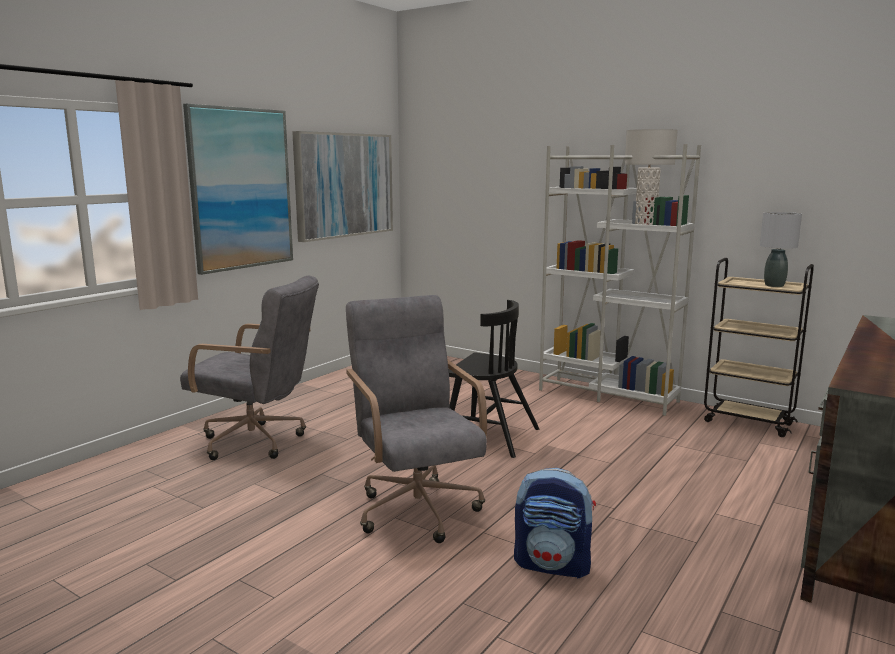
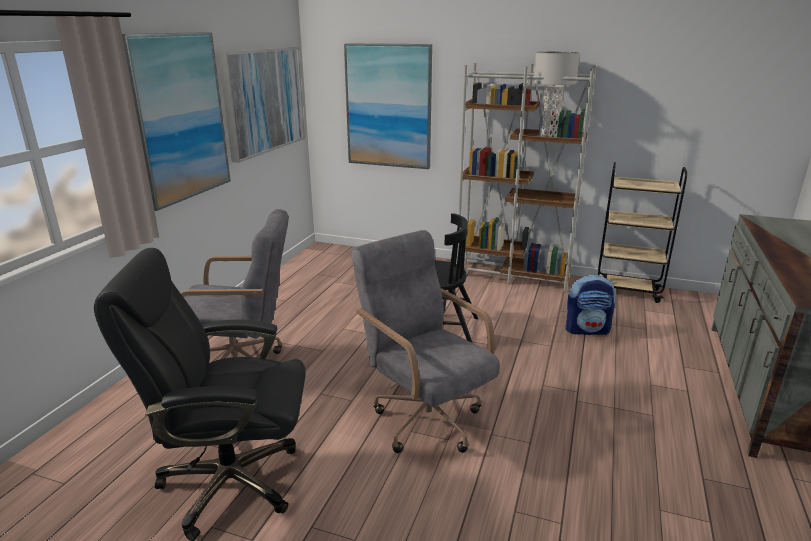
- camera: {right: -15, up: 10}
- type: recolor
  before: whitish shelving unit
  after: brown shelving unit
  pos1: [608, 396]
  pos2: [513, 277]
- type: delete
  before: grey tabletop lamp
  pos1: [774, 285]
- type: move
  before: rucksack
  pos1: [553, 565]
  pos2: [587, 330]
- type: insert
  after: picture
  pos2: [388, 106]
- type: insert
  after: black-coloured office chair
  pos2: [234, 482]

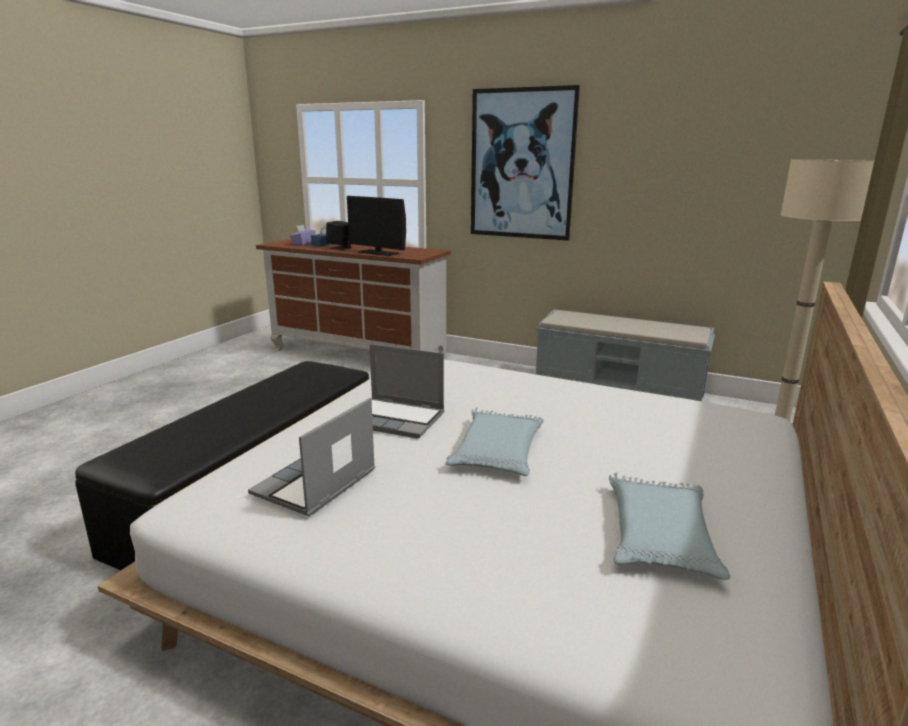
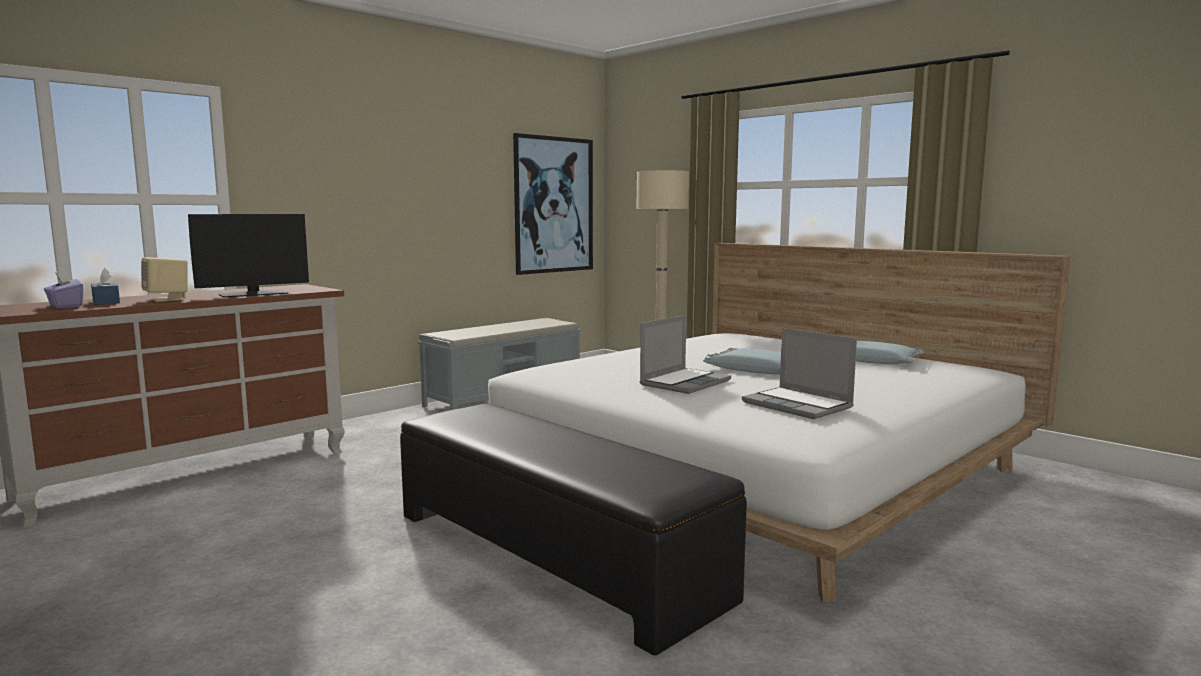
- camera: {right: -70, up: -10}
- type: move
  before: picture
  pos1: [522, 165]
  pos2: [554, 205]
- type: recolor
  before: black-coloured audio speaker
  after: beige-coloured audio speaker
  pos1: [341, 248]
  pos2: [167, 299]

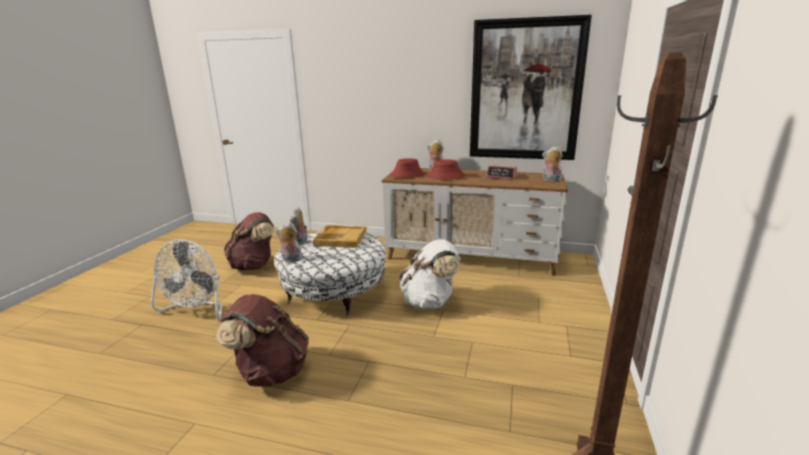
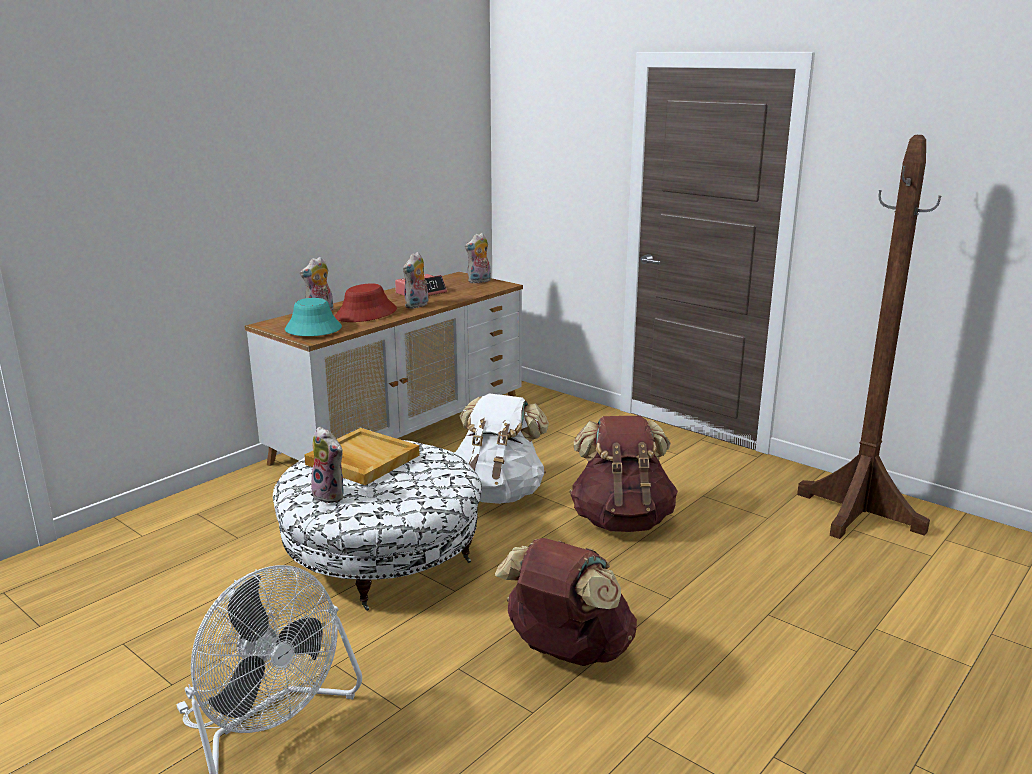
- camera: {right: -65, up: 0}
- type: delete
  before: picture
  pos1: [525, 91]
- type: recolor
  before: red-coloured wearable hat
  after: turquoise wearable hat
  pos1: [407, 175]
  pos2: [313, 329]
- type: move
  before: brown rucksack
  pos1: [254, 266]
  pos2: [621, 520]
- type: move
  before: cuddly toy
  pos1: [291, 260]
  pos2: [417, 306]

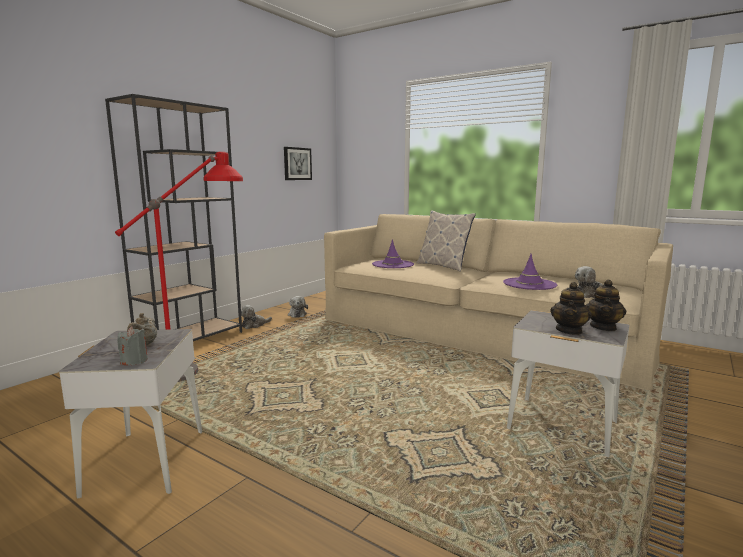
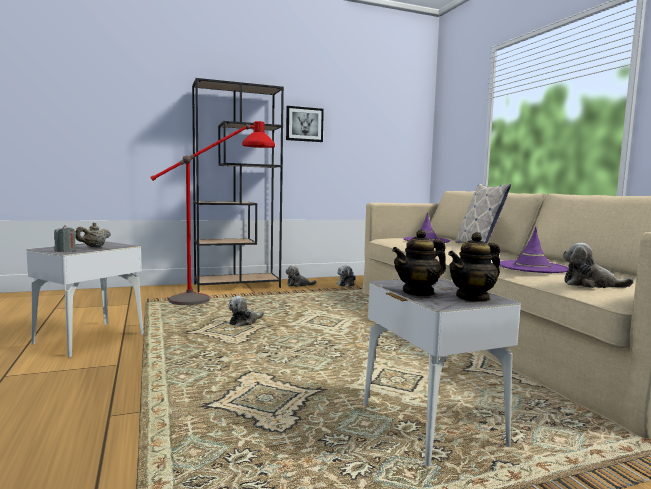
- camera: {right: 35, up: -5}
- type: move
  before: picture
  pos1: [297, 164]
  pos2: [304, 124]
- type: insert
  after: cuddly toy
  pos2: [244, 322]

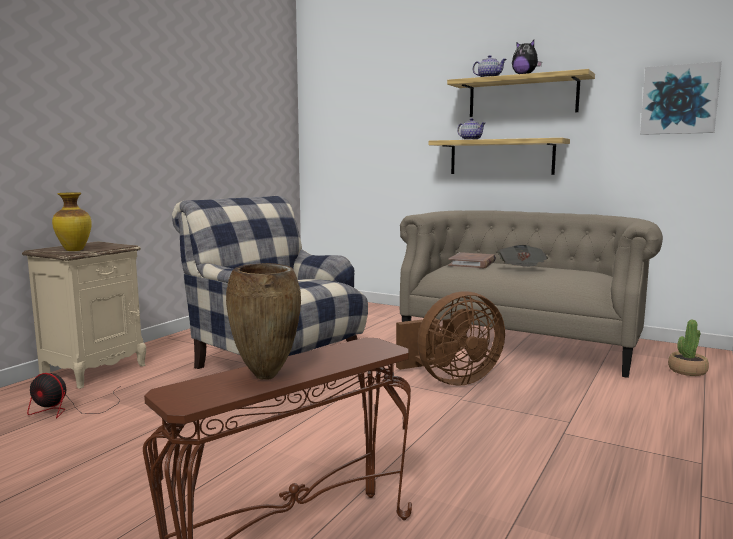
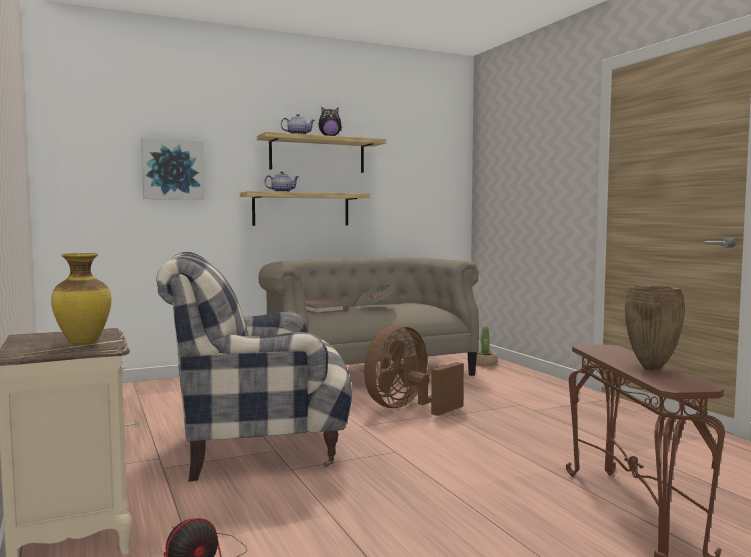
- camera: {right: -55, up: -5}
- type: move
  before: picture
  pos1: [679, 99]
  pos2: [173, 169]
- type: rotate
  before: brown electric fan
  pos1: [451, 380]
  pos2: [407, 408]
  turn: -150

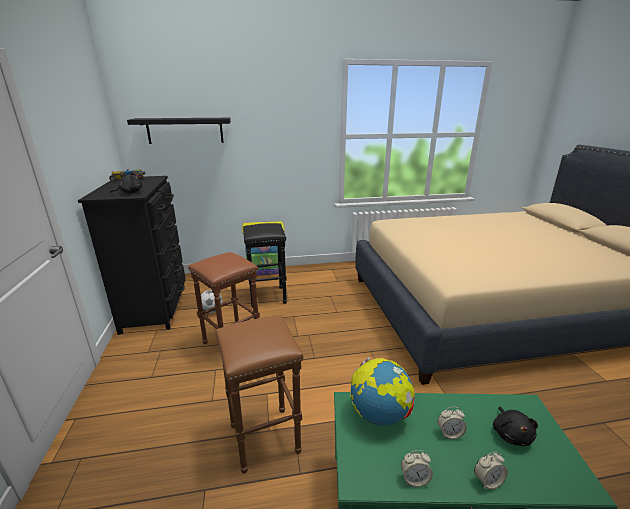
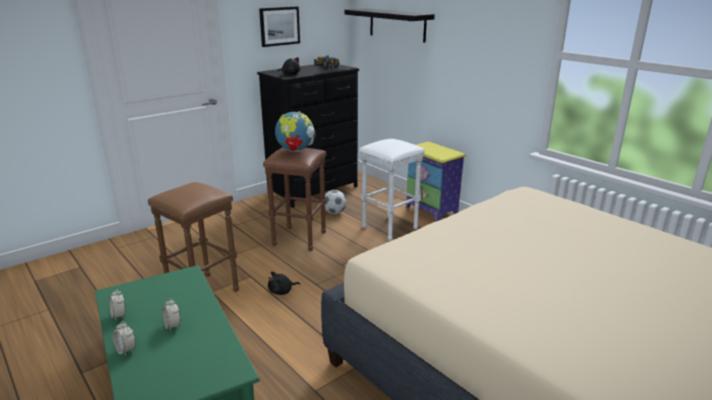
- camera: {right: 60, up: 0}
- type: recolor
  before: black-coloured stool
  after: whitish stool
  pos1: [266, 296]
  pos2: [389, 227]
- type: move
  before: world globe
  pos1: [379, 414]
  pos2: [295, 151]
- type: move
  before: black-coloured cuddly toy
  pos1: [511, 434]
  pos2: [282, 291]
- type: insert
  after: picture
  pos2: [279, 26]

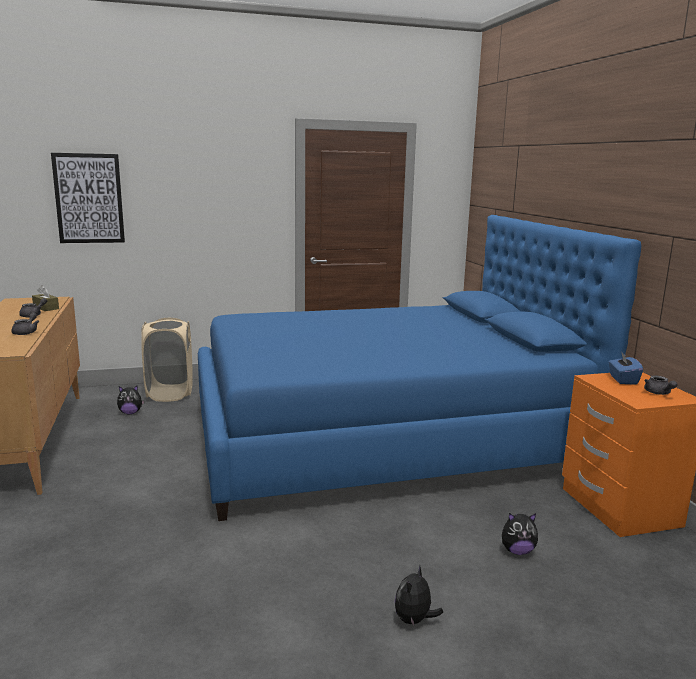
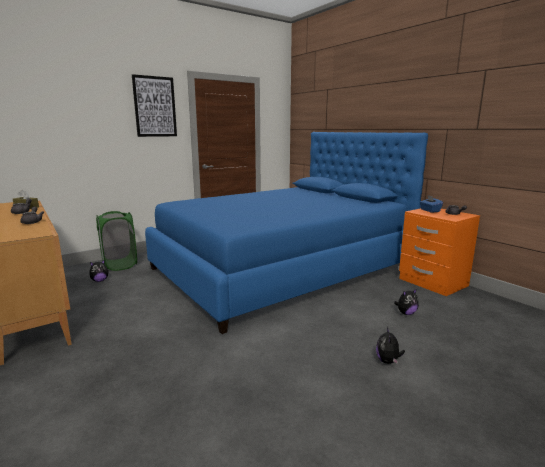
- camera: {right: -20, up: 0}
- type: move
  before: picture
  pos1: [89, 198]
  pos2: [155, 106]
- type: recolor
  before: beige-coloured laundry basket
  after: greenish laundry basket
  pos1: [170, 393]
  pos2: [119, 264]

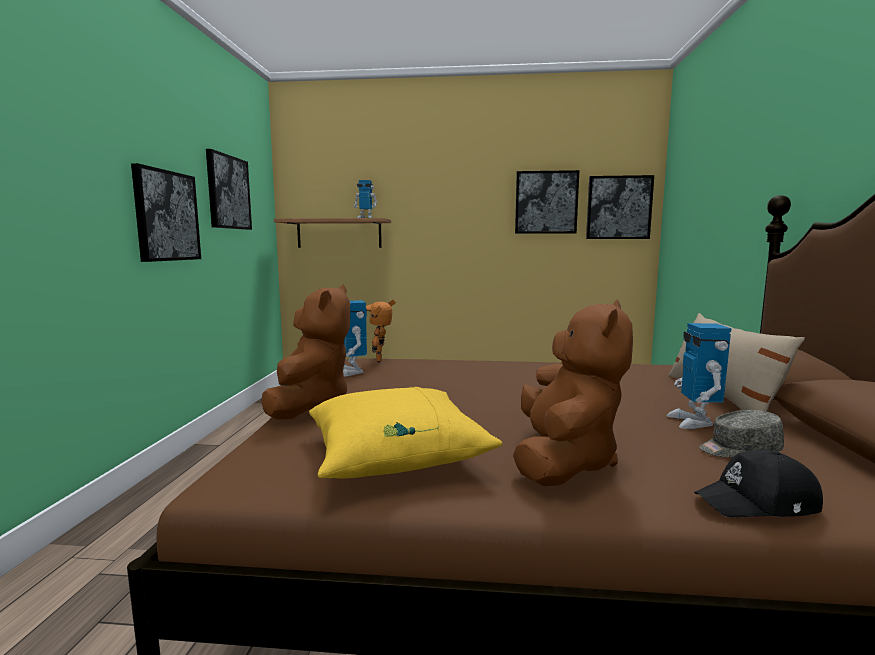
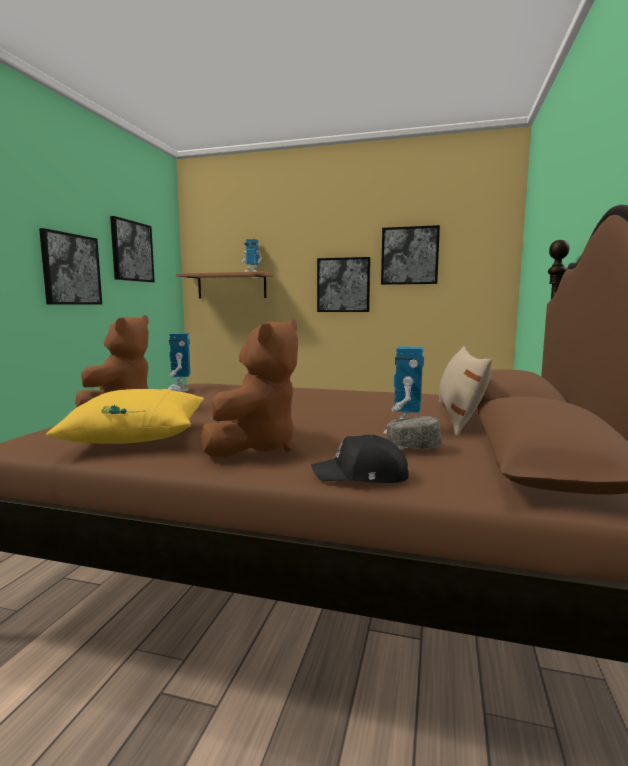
- camera: {right: 10, up: 0}
- type: move
  before: picture
  pos1: [618, 207]
  pos2: [343, 285]
- type: delete
  before: robot figure
  pos1: [382, 360]

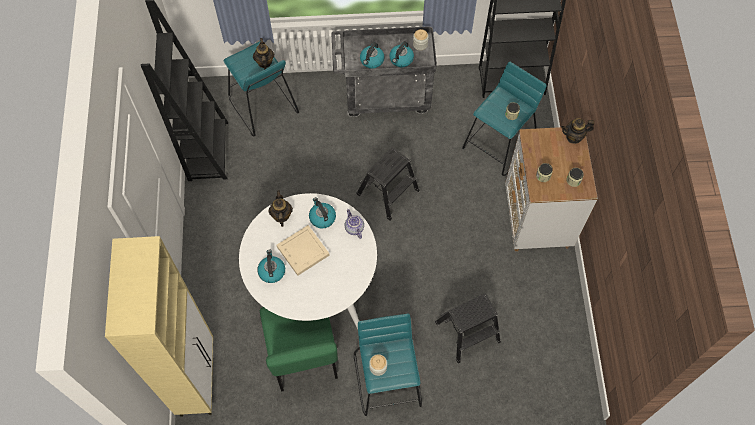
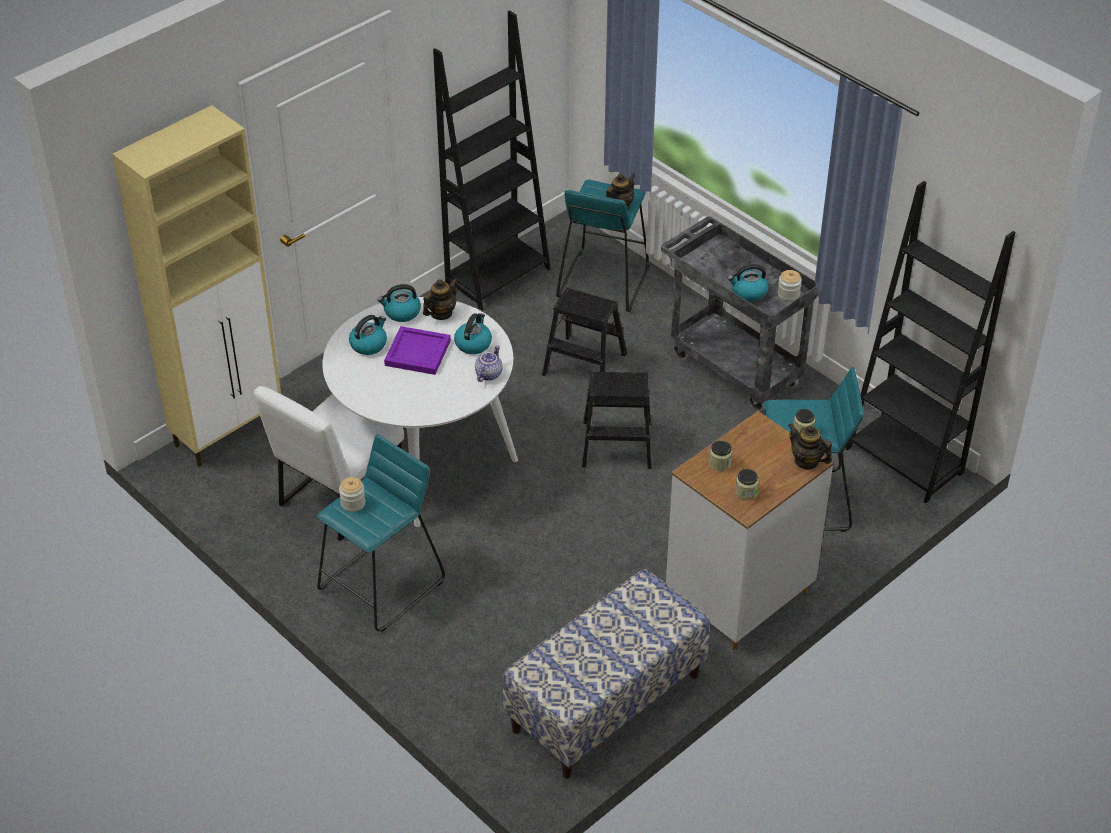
- camera: {right: 50, up: -20}
- type: move
  before: water kettle
  pos1: [372, 61]
  pos2: [401, 312]
- type: recolor
  before: beige-coloured serving tray
  after: purplish serving tray
  pos1: [303, 252]
  pos2: [416, 353]
- type: move
  before: black-coloured stepladder
  pos1: [467, 331]
  pos2: [585, 364]
- type: recolor
  before: greenish chair
  after: whitish chair
  pos1: [302, 355]
  pos2: [338, 496]
- type: insert
  after: bench
  pos2: [606, 703]

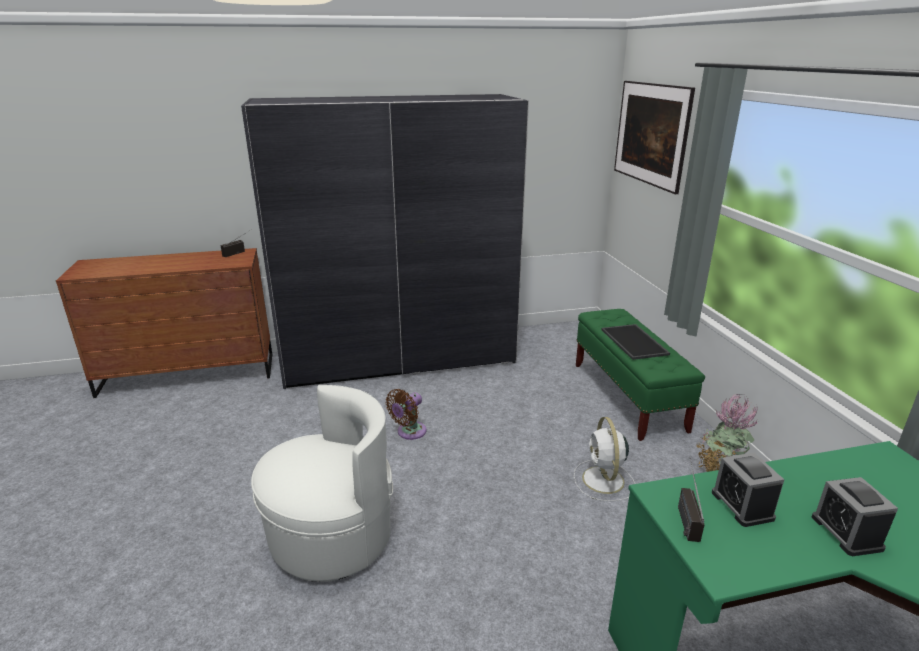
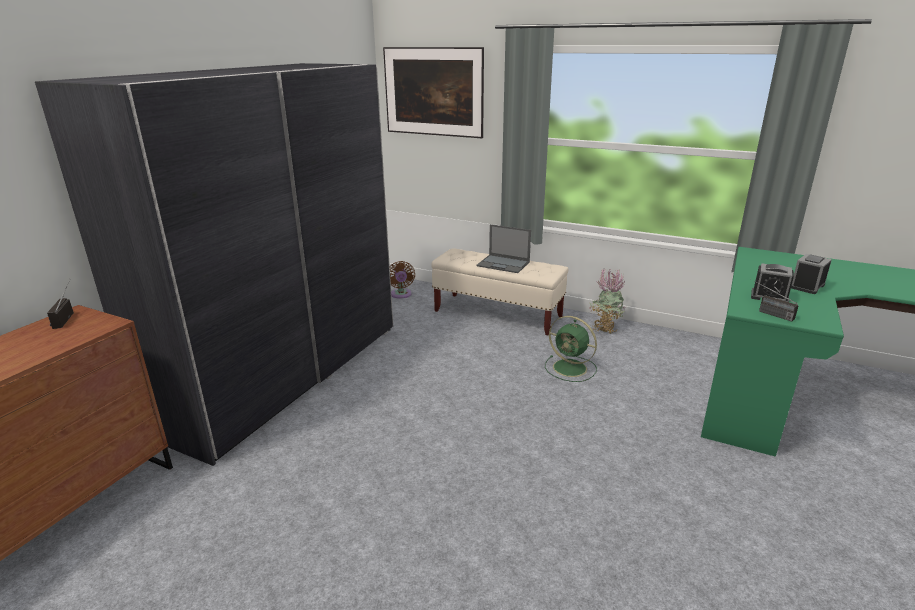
- camera: {right: -50, up: 0}
- type: recolor
  before: greenish bench
  after: beige-coloured bench
  pos1: [627, 397]
  pos2: [498, 314]
- type: replace
  before: serving tray
  after: portable computer
  pos1: [635, 342]
  pos2: [504, 264]
- type: delete
  before: whitish armchair
  pos1: [330, 536]
- type: move
  before: brown electric fan
  pos1: [409, 432]
  pos2: [401, 295]
- type: recolor
  before: whitish electric fan
  after: greenish electric fan
  pos1: [603, 481]
  pos2: [571, 368]
- type: rotate
  before: alarm clock
  pos1: [846, 533]
  pos2: [807, 286]
  turn: 105

